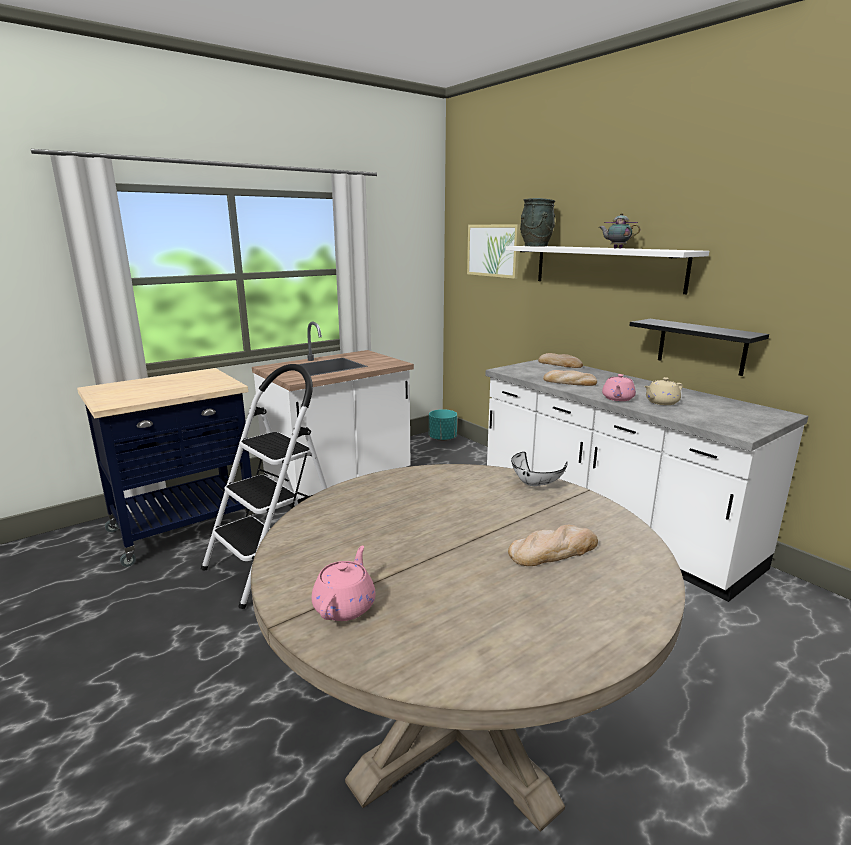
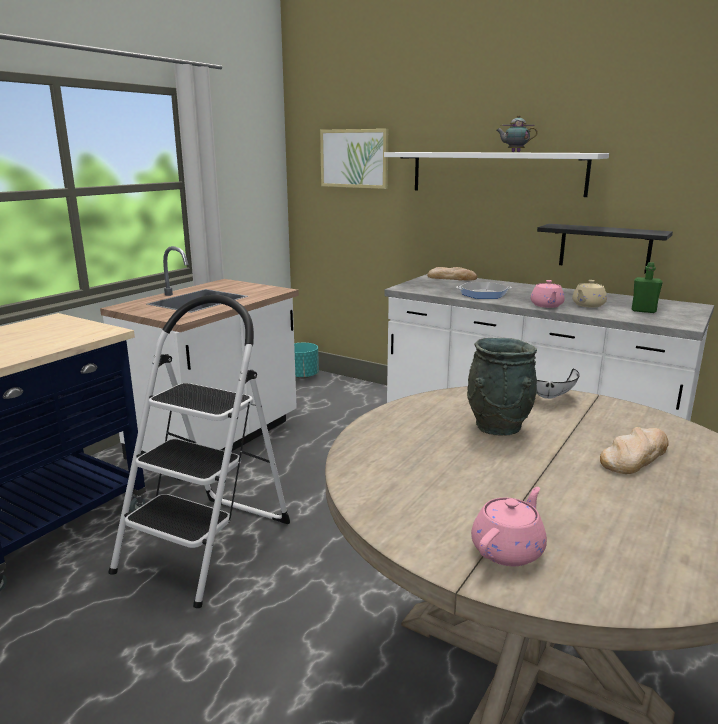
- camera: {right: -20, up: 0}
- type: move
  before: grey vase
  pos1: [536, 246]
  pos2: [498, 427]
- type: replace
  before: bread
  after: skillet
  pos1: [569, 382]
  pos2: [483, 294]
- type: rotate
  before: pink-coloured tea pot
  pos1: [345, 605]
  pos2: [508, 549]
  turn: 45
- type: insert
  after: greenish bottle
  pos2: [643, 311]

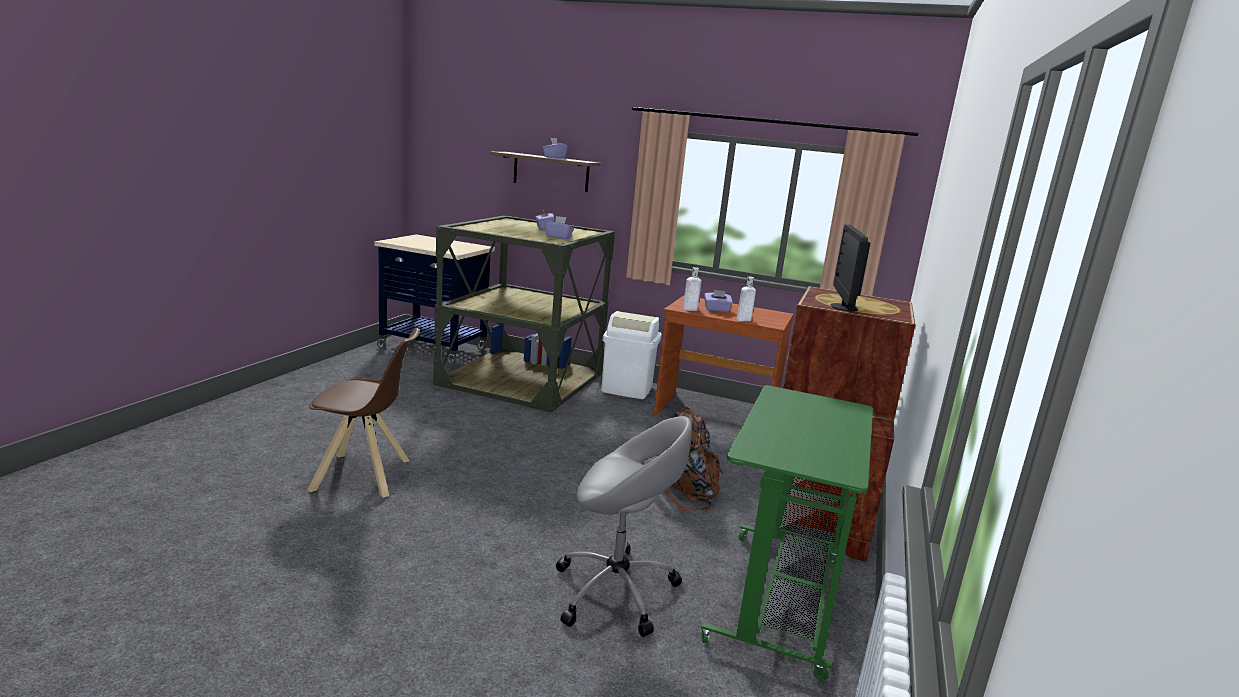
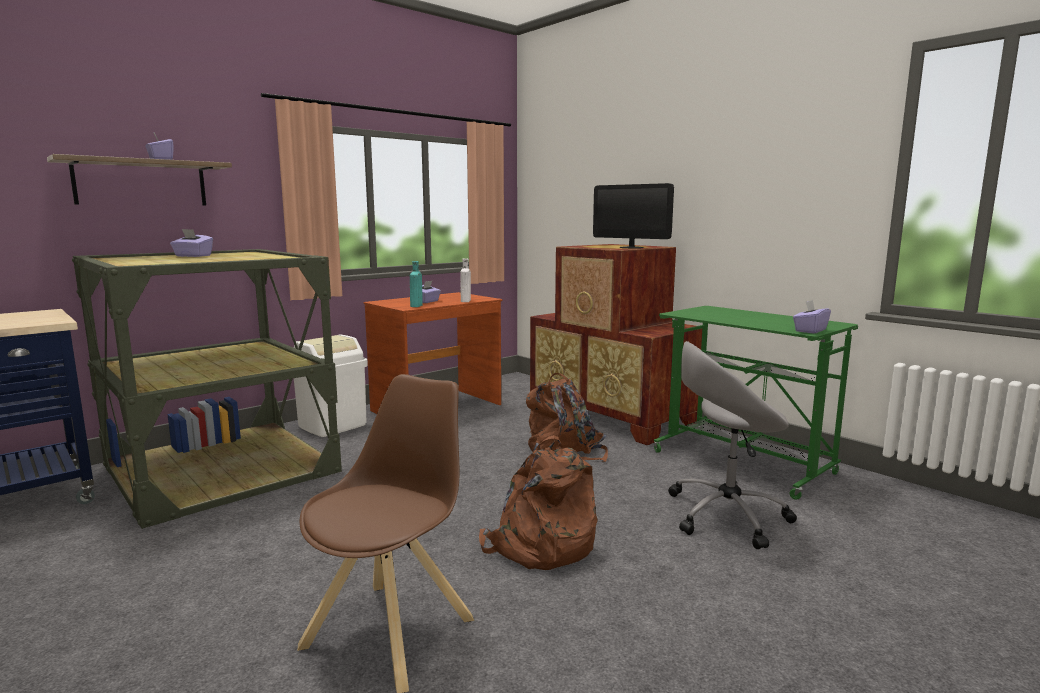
- camera: {right: -60, up: -5}
- type: move
  before: purplish tissue box
  pos1: [558, 237]
  pos2: [810, 330]
- type: recolor
  before: whitish bottle
  after: turquoise bottle
  pos1: [689, 309]
  pos2: [416, 306]
- type: rotate
  before: grey office chair
  pos1: [618, 591]
  pos2: [723, 515]
  turn: -135
- type: insert
  after: brown rucksack
  pos2: [540, 546]

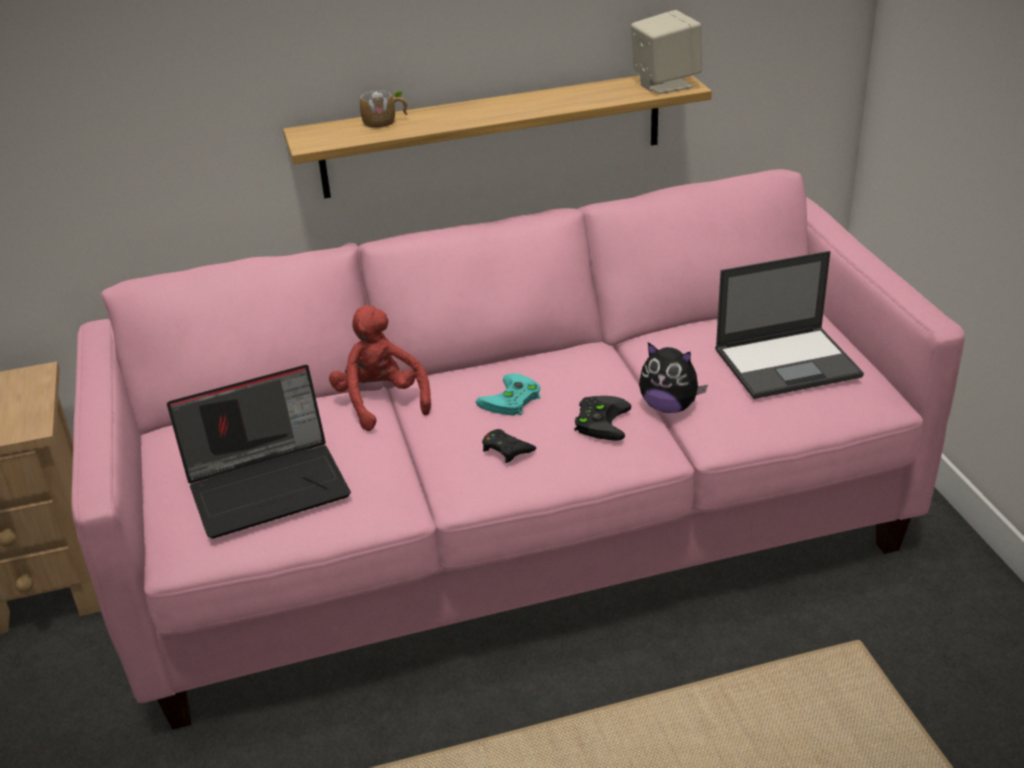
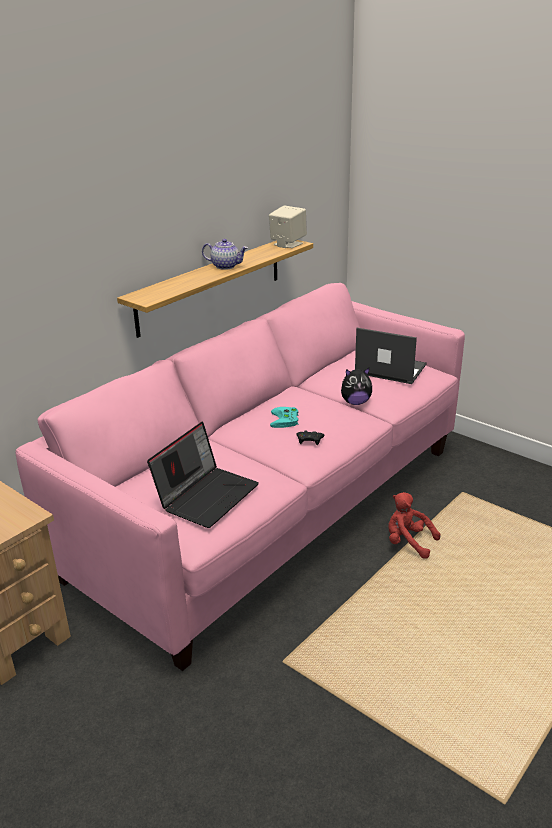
- camera: {right: -35, up: -5}
- type: delete
  before: mug
  pos1: [385, 122]
- type: rotate
  before: portable computer
  pos1: [788, 362]
  pos2: [389, 369]
  turn: -105
- type: move
  before: red-coloured cuddly toy
  pos1: [381, 402]
  pos2: [408, 542]
- type: delete
  before: black-coloured joypad
  pos1: [600, 420]
- type: insert
  after: tea pot
  pos2: [226, 266]

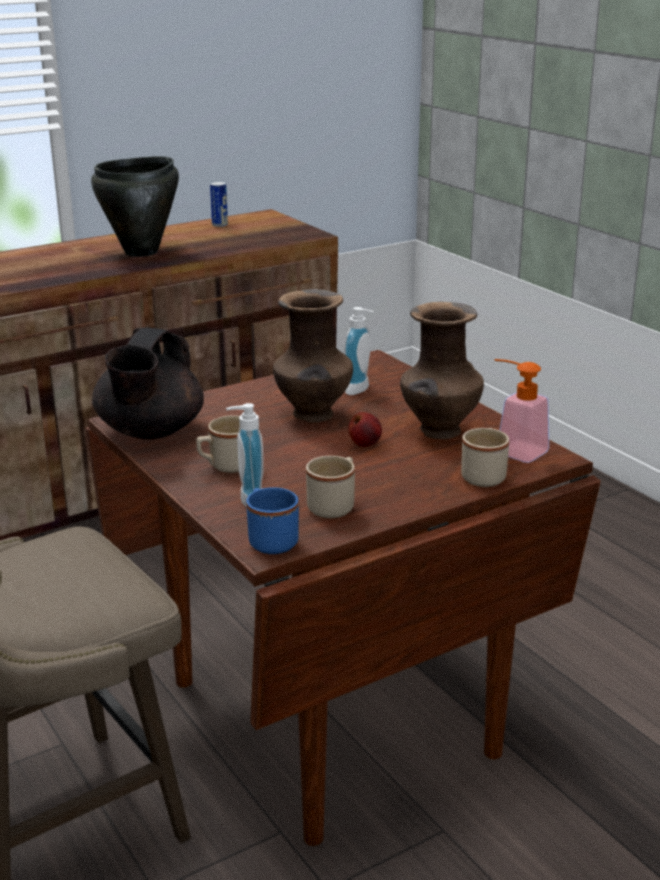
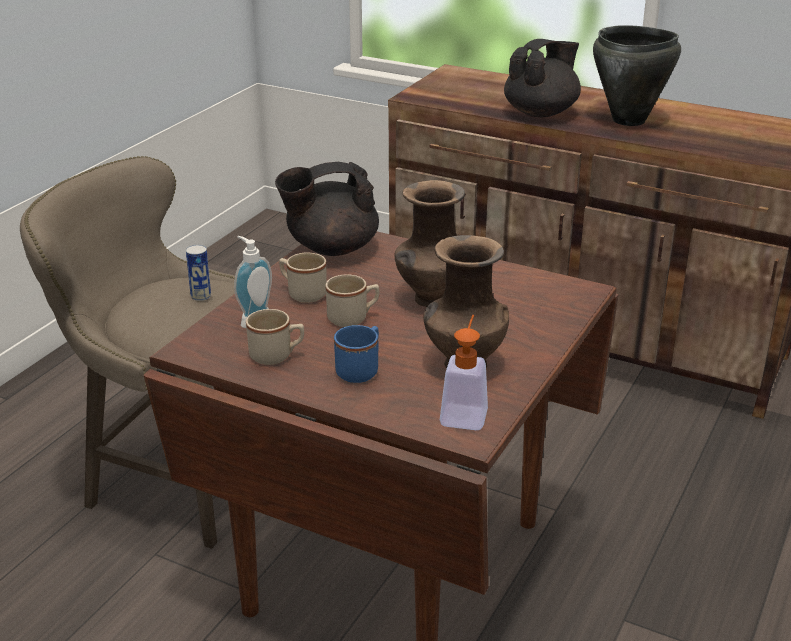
- camera: {right: 60, up: 5}
- type: move
  before: can
  pos1: [220, 225]
  pos2: [201, 296]
- type: delete
  before: soap dispenser
  pos1: [360, 390]
- type: delete
  before: apple fruit
  pos1: [364, 444]
- type: move
  before: beige-coloured mug
  pos1: [484, 475]
  pos2: [353, 318]
- type: move
  before: blue mug
  pos1: [270, 540]
  pos2: [361, 370]
- type: insert
  after: black-coloured tea pot
  pos2: [541, 113]

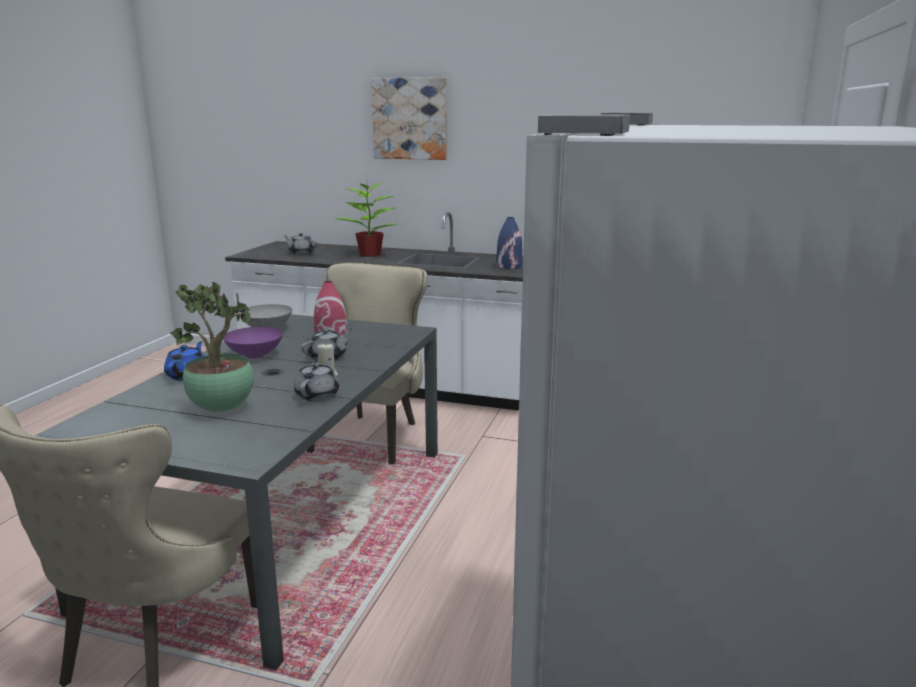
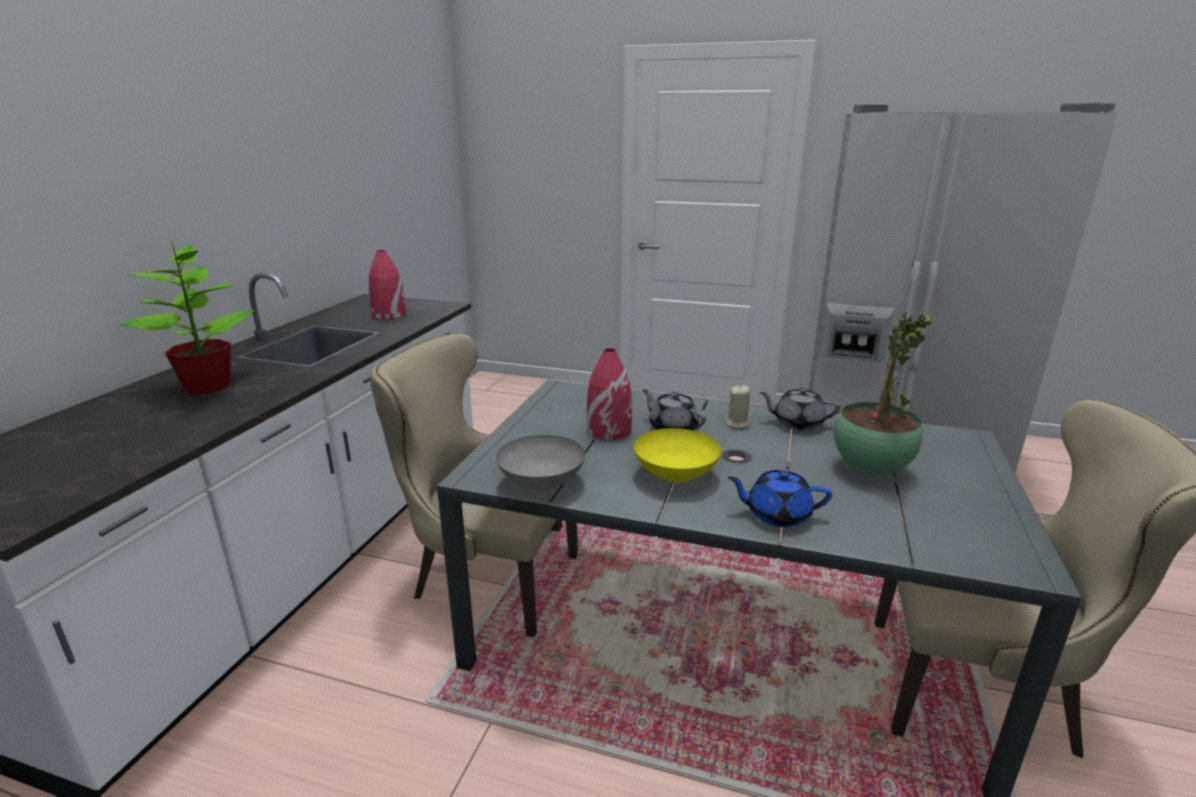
- camera: {right: -90, up: 5}
- type: delete
  before: picture
  pos1: [410, 119]
- type: recolor
  before: blue vase
  after: red-coloured vase
  pos1: [509, 266]
  pos2: [388, 315]
- type: delete
  before: grey tea pot
  pos1: [301, 253]
- type: recolor
  before: purplish bowl
  after: yellowish bowl
  pos1: [256, 355]
  pos2: [675, 475]

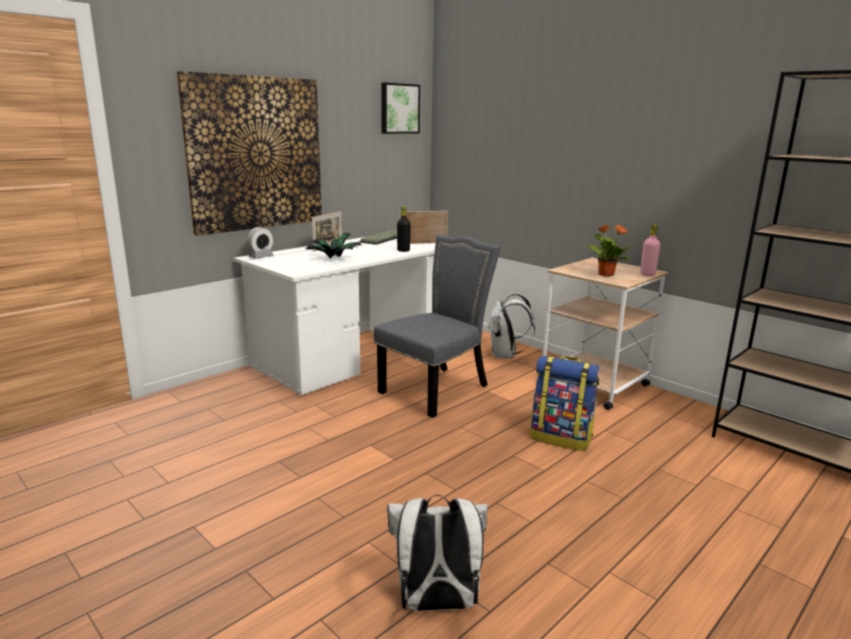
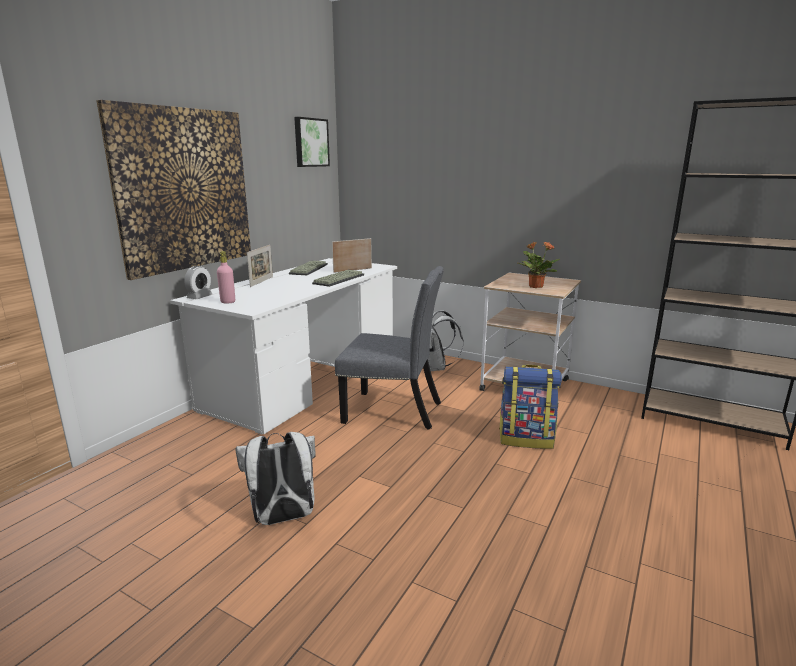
- camera: {right: -15, up: 0}
- type: replace
  before: black-coloured bottle
  after: keyboard
  pos1: [403, 250]
  pos2: [338, 279]
- type: move
  before: pink-coloured bottle
  pos1: [647, 274]
  pos2: [228, 302]
- type: delete
  before: plant in a pot
  pos1: [334, 259]
- type: rotate
  before: grey chair
  pos1: [434, 391]
  pos2: [391, 411]
  turn: 75
- type: move
  before: whitish rucksack
  pos1: [436, 603]
  pos2: [283, 518]

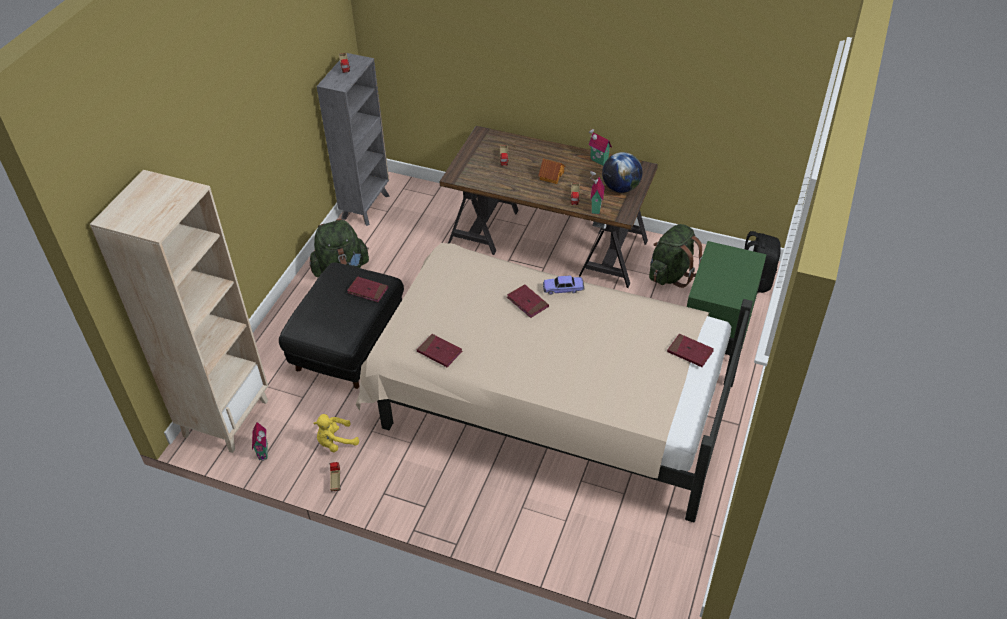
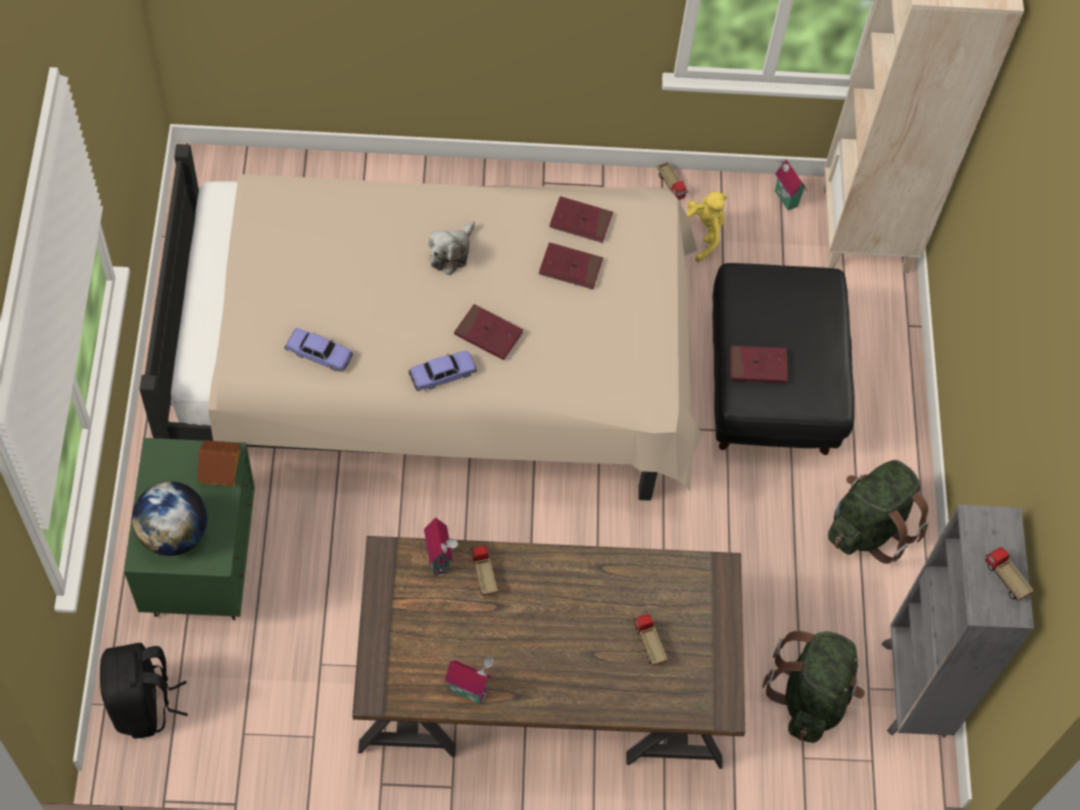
- camera: {right: 155, up: 15}
- type: move
  before: world globe
  pos1: [620, 188]
  pos2: [174, 534]
- type: move
  before: toy house
  pos1: [551, 176]
  pos2: [221, 468]
- type: move
  before: greenish rucksack
  pos1: [671, 274]
  pos2: [811, 696]
- type: move
  before: red-coloured volume
  pos1: [690, 352]
  pos2: [570, 267]
- type: insert
  after: cuddly toy
  pos2: [451, 253]
- type: insert
  after: toy car
  pos2: [319, 354]

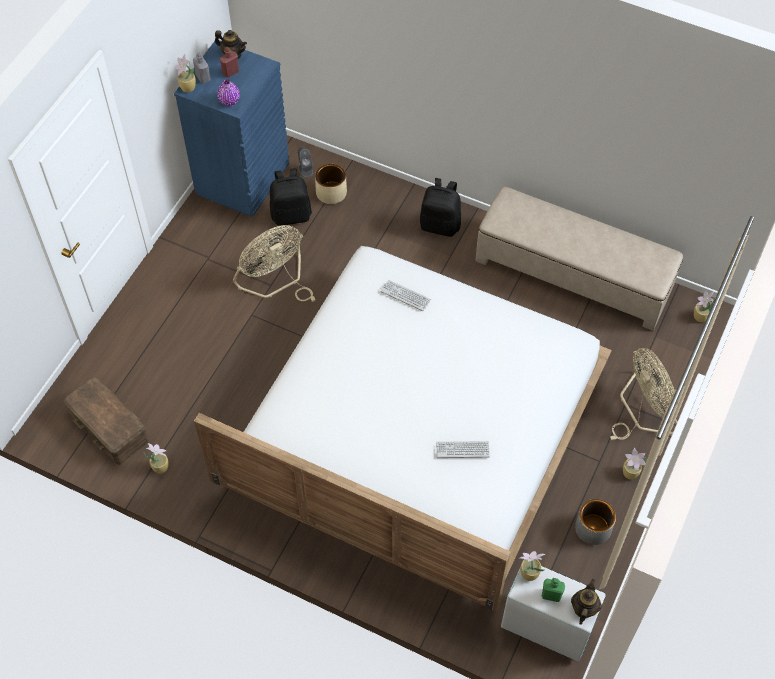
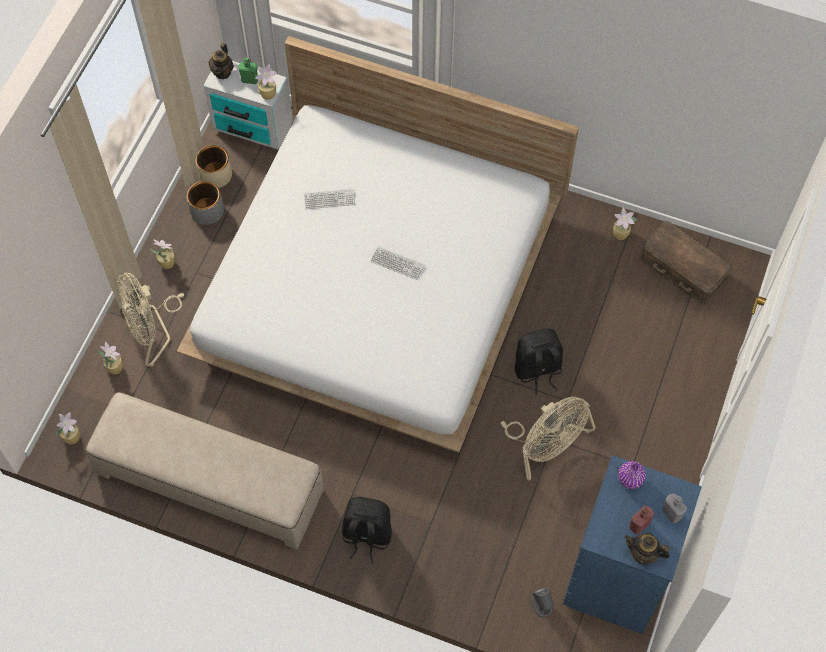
- camera: {right: 175, up: 5}
- type: move
  before: plant in a pot
  pos1: [188, 88]
  pos2: [115, 367]
- type: move
  before: beige-coloured planter
  pos1: [331, 192]
  pos2: [215, 175]
- type: move
  before: black-coloured rucksack
  pos1: [291, 214]
  pos2: [537, 370]
- type: move
  before: keyboard
  pos1: [405, 296]
  pos2: [397, 263]

